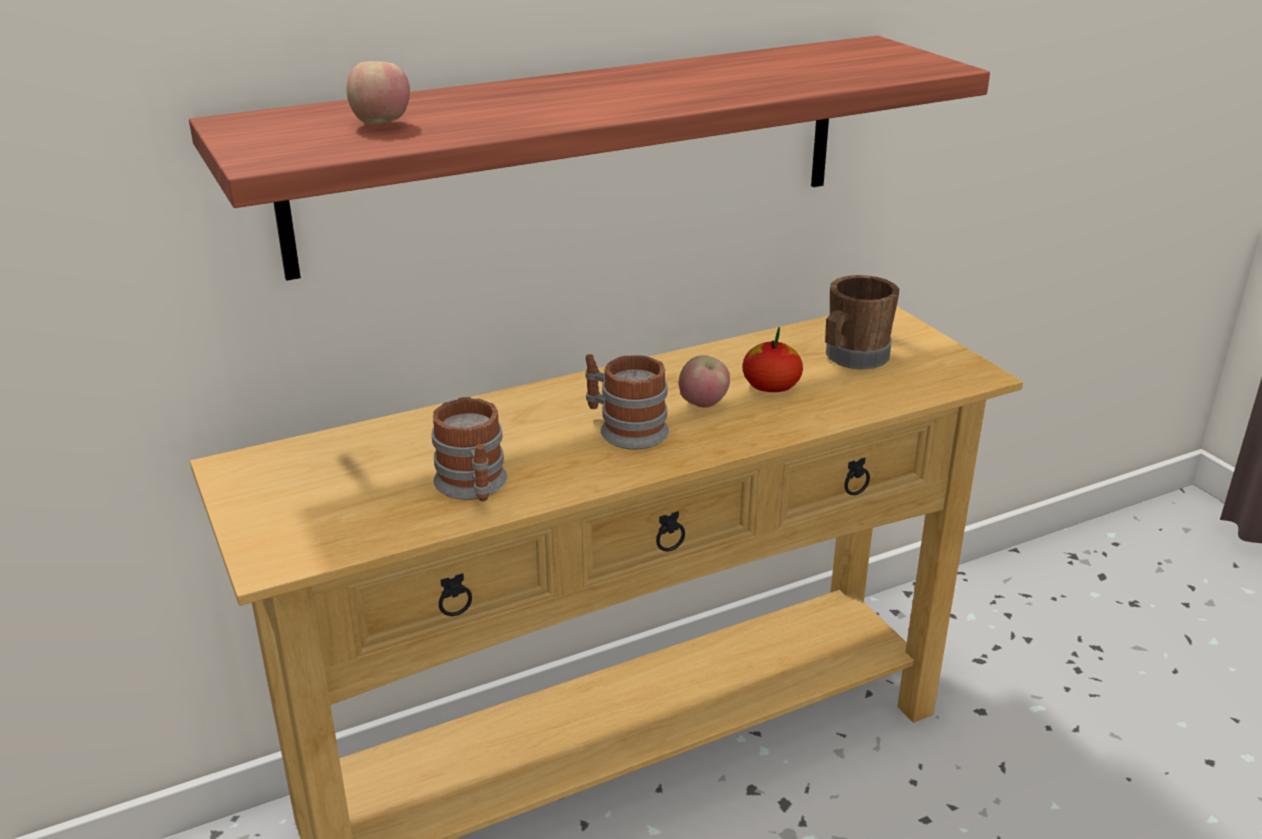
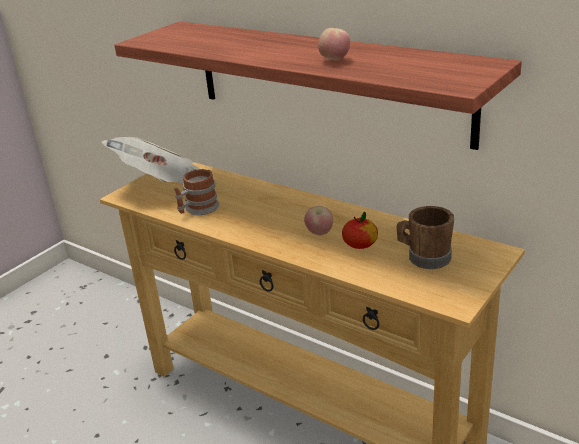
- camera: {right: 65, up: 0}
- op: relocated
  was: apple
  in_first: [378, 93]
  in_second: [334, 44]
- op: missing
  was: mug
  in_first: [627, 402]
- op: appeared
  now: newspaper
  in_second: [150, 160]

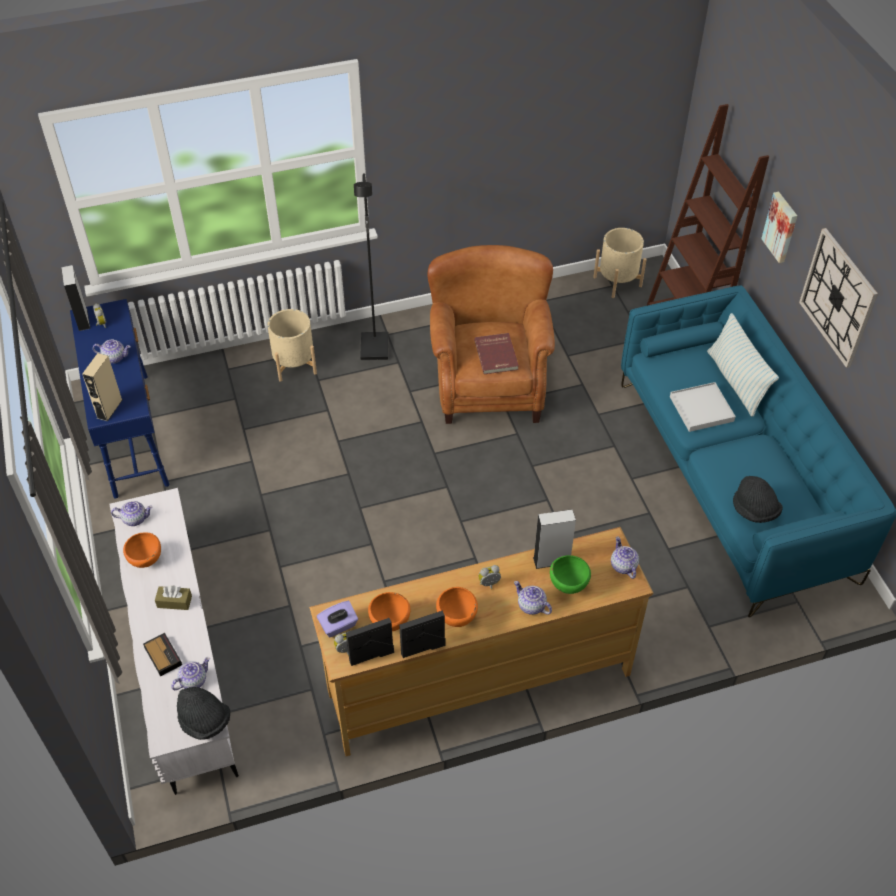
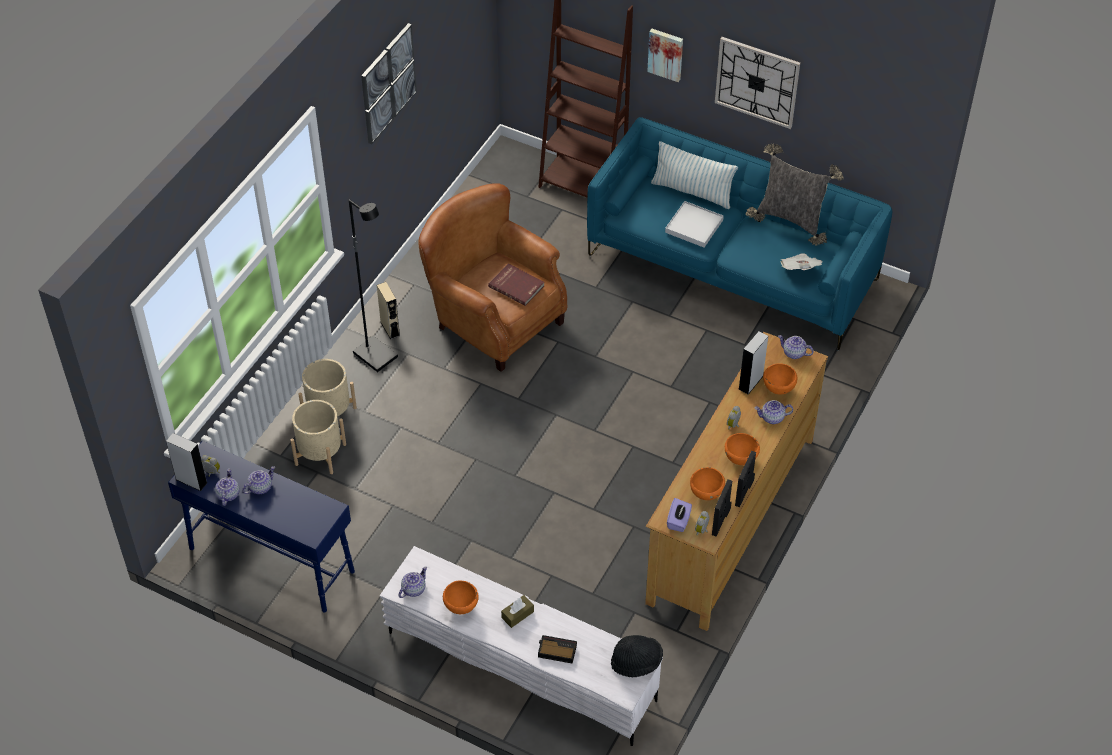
- camera: {right: -45, up: 0}
- op: relocated
  was: beige planter
  in_first: [620, 263]
  in_second: [318, 437]
- op: relocated
  was: beige speaker
  in_first: [102, 387]
  in_second: [388, 310]
- op: exchanged
  was: black hat
  now: newspaper
  in_first: [758, 499]
  in_second: [801, 261]
- op: colour
  was: green bowl
  now: orange bowl
  in_first: [570, 574]
  in_second: [780, 378]
- op: relocated
  was: teapot
  in_first: [190, 673]
  in_second: [227, 487]
- op: appeared
  now: picture
  in_second: [389, 83]
- op: appeared
  now: pillow
  in_second: [795, 194]

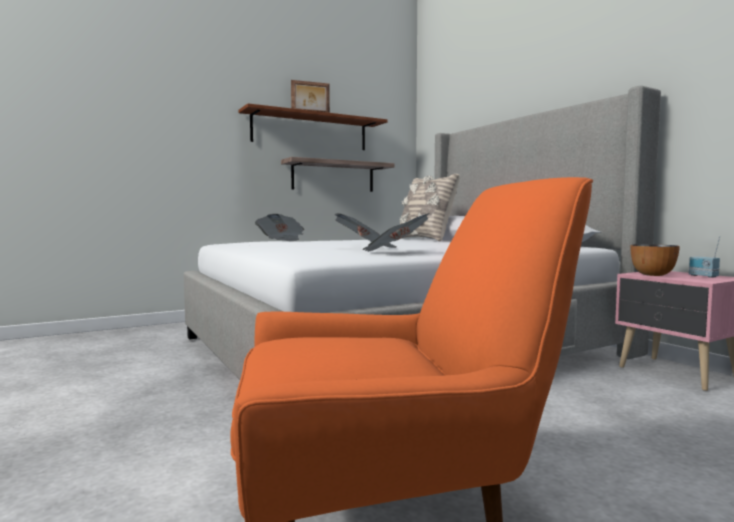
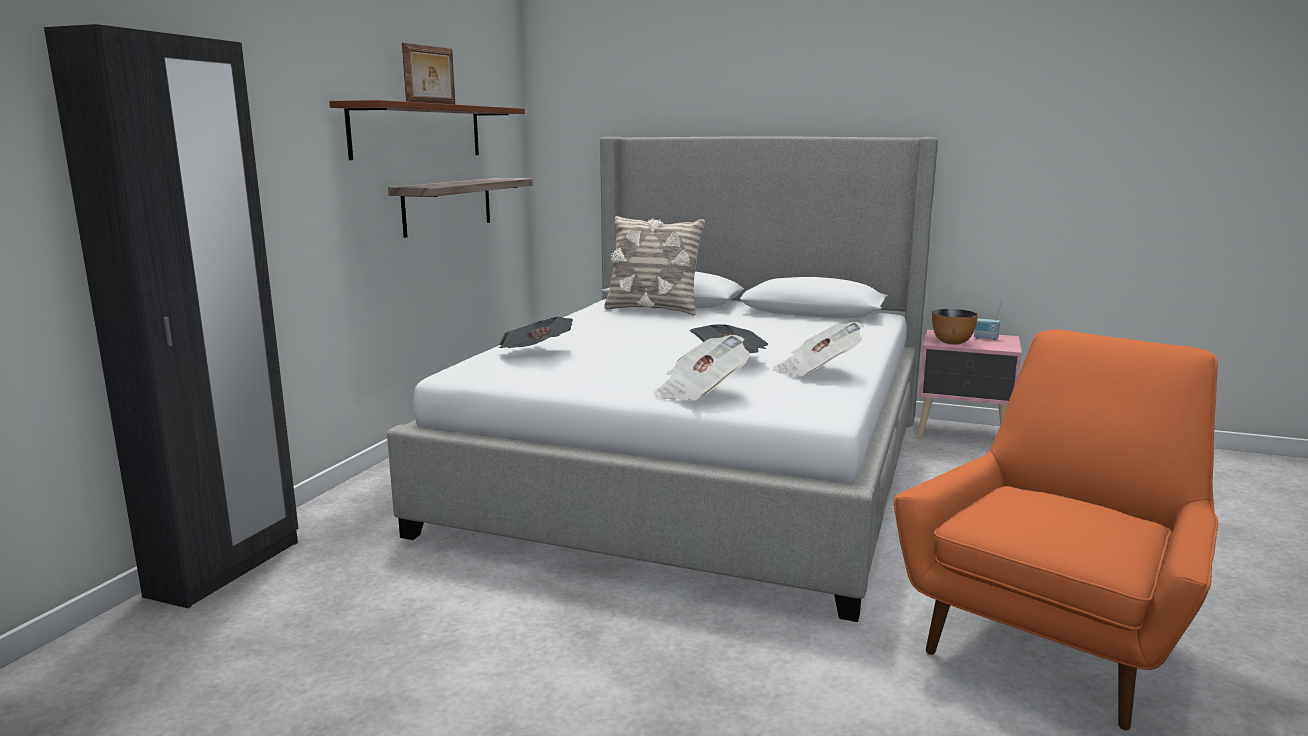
- camera: {right: -40, up: 10}
- op: appeared
  now: black wardrobe
  in_second: [171, 316]
- op: appeared
  now: newspaper
  in_second: [702, 368]

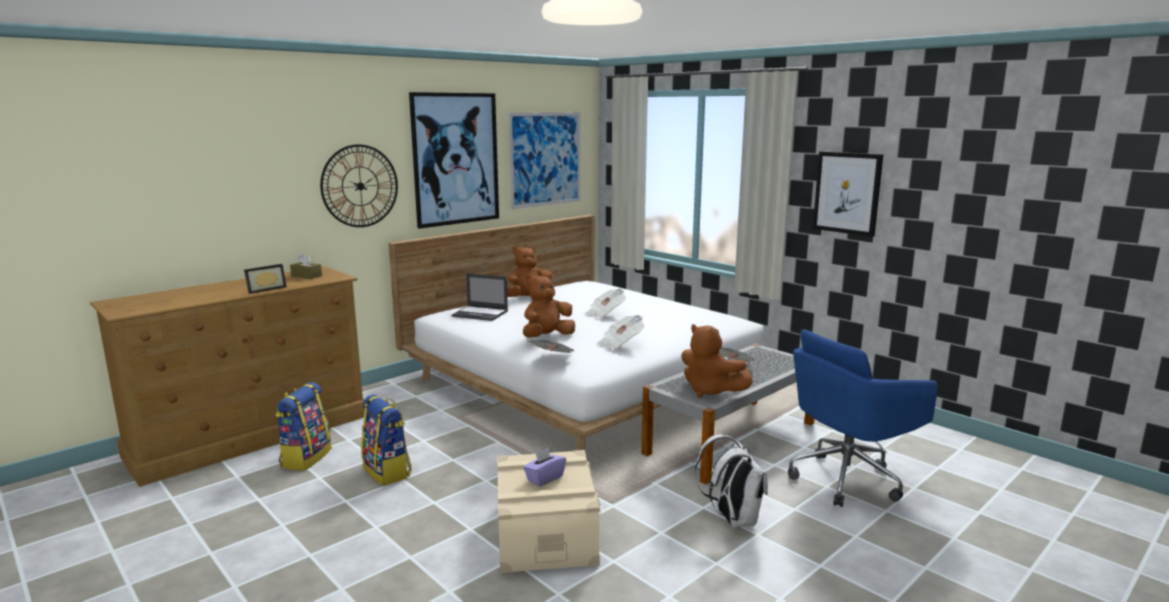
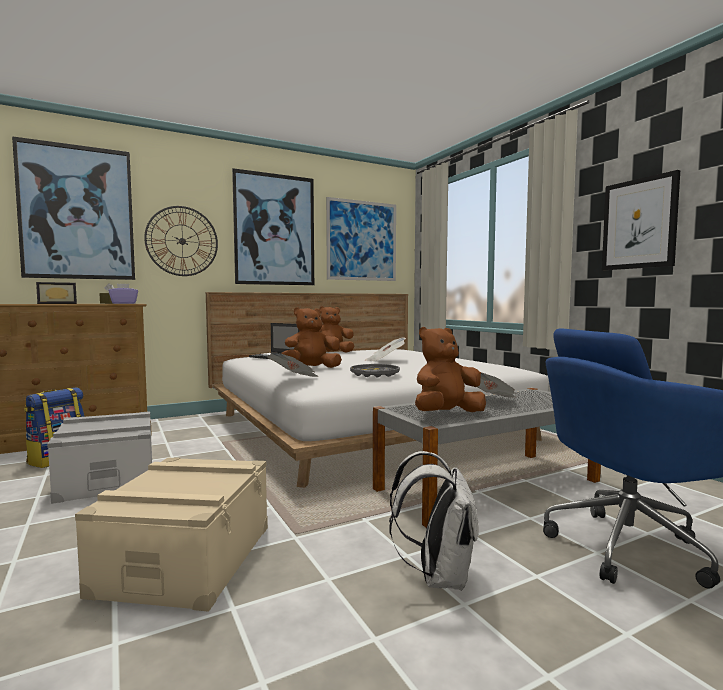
- camera: {right: 15, up: -10}
- op: exchanged
  was: newspaper
  now: grey tray
  in_first: [620, 332]
  in_second: [375, 370]
- op: spun
  was: brown plush toy
  in_first: [717, 361]
  in_second: [450, 369]
  clockwise: 90
- op: exchanged
  was: backpack
  now: grey storage box
  in_first: [386, 440]
  in_second: [99, 457]
- op: relocated
  was: purple tissue box
  in_first: [544, 466]
  in_second: [123, 294]
- op: appeared
  now: picture
  in_second: [73, 208]

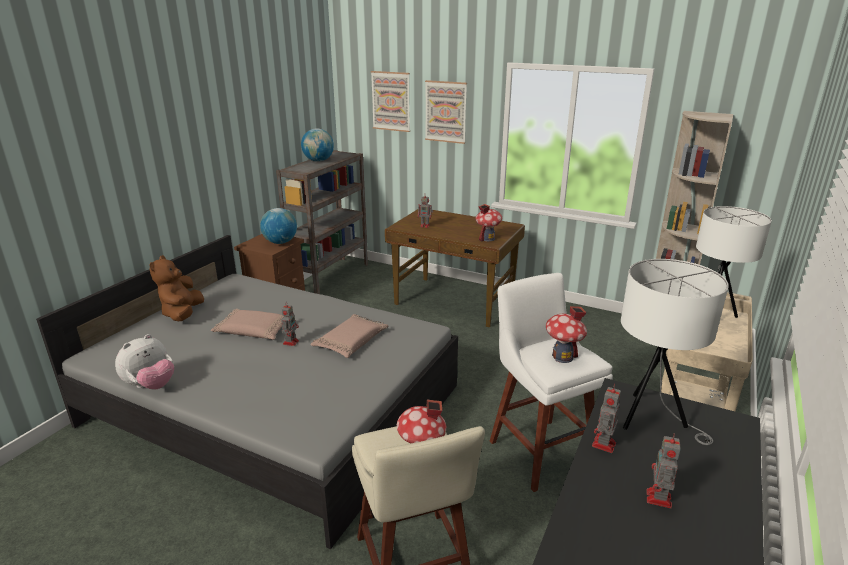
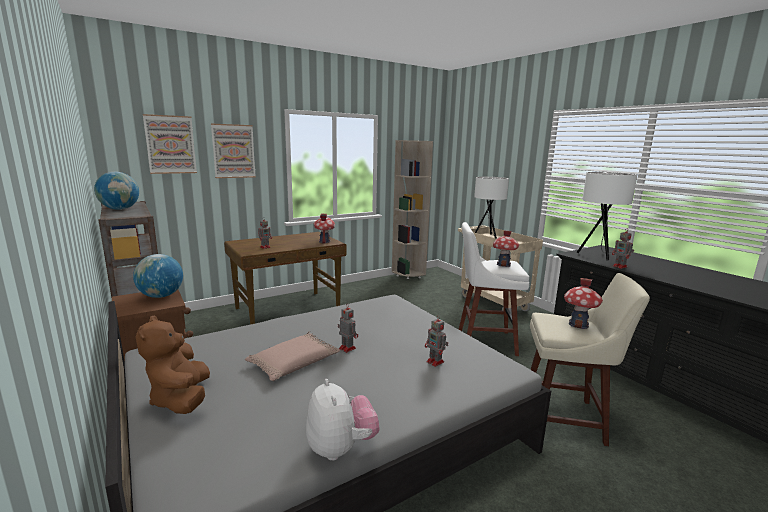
- camera: {right: -60, up: -10}
- op: spun
  was: brown plush toy
  in_first: [176, 288]
  in_second: [172, 364]
  clockwise: 45
- op: missing
  was: beige pillow
  in_first: [349, 336]
- op: relocated
  was: toy robot
  in_first: [664, 470]
  in_second: [436, 341]

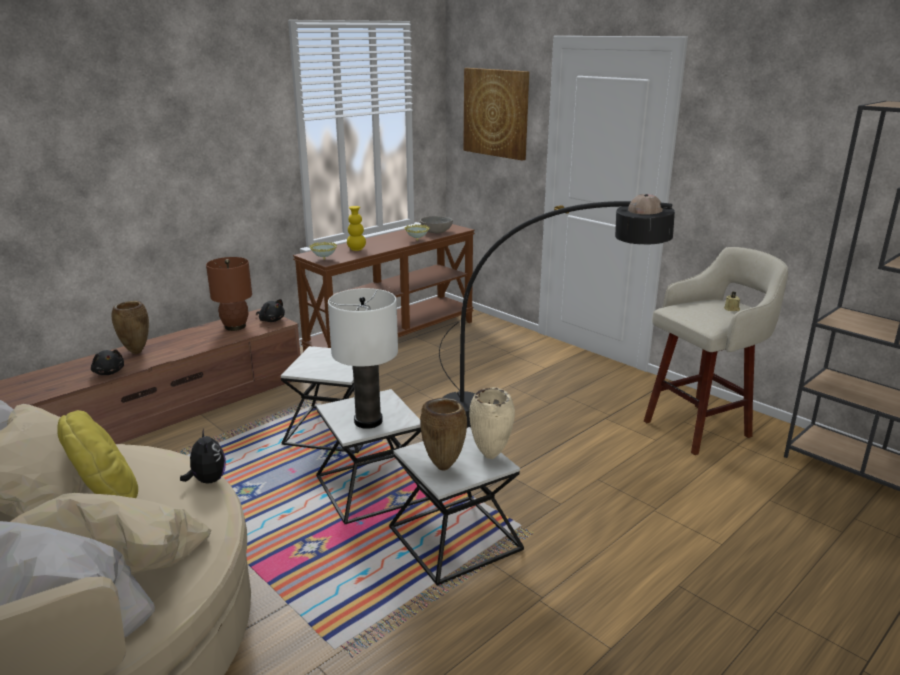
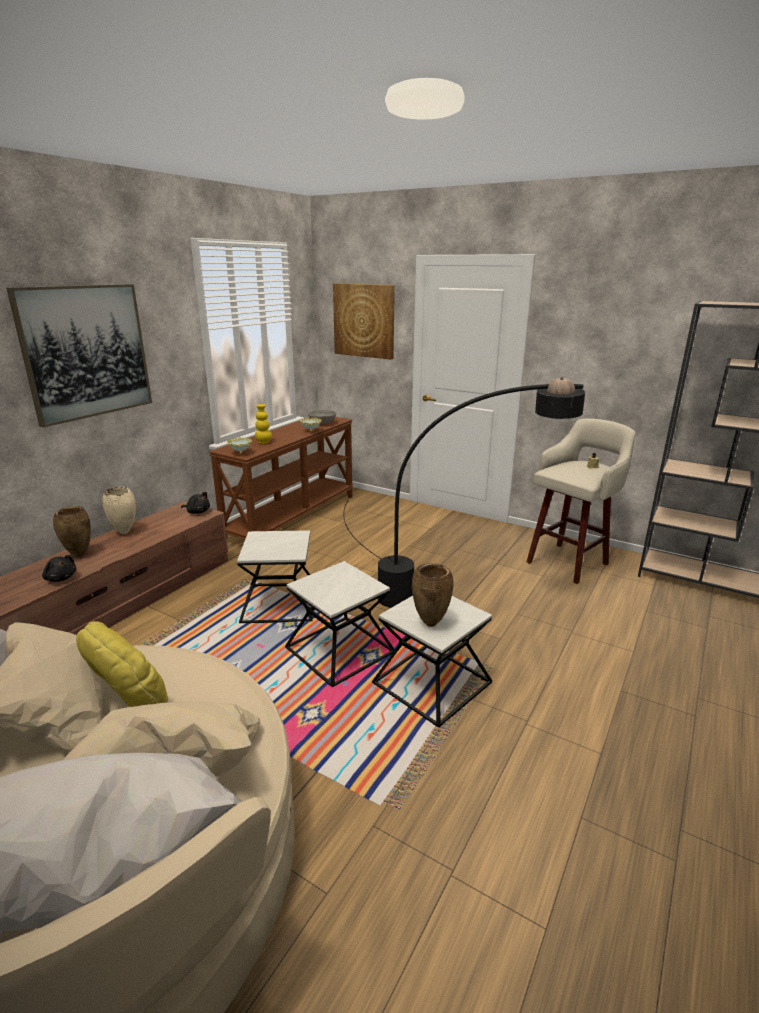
- camera: {right: -15, up: 0}
- op: missing
  was: brown table lamp
  in_first: [229, 294]
- op: missing
  was: white table lamp
  in_first: [363, 358]
- op: relocated
  was: beige vase
  in_first: [492, 423]
  in_second: [119, 510]
- op: missing
  was: plush toy
  in_first: [203, 455]
- op: appeared
  now: picture
  in_second: [79, 356]

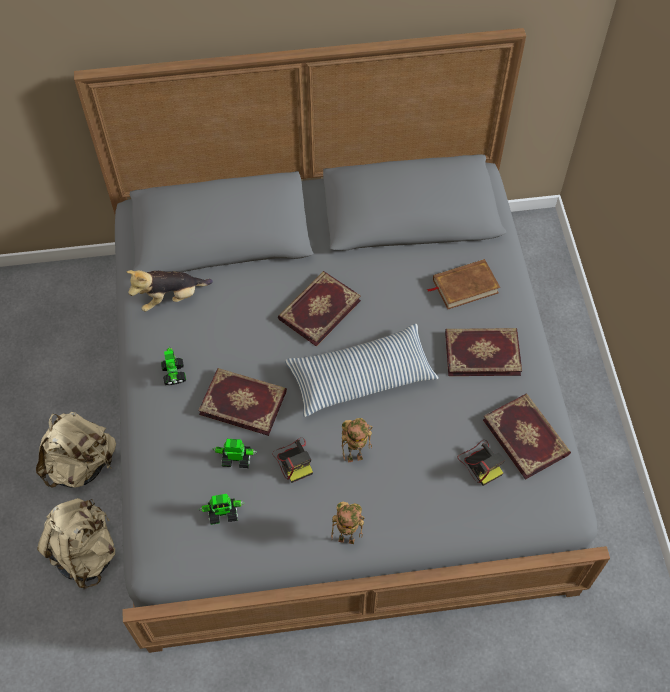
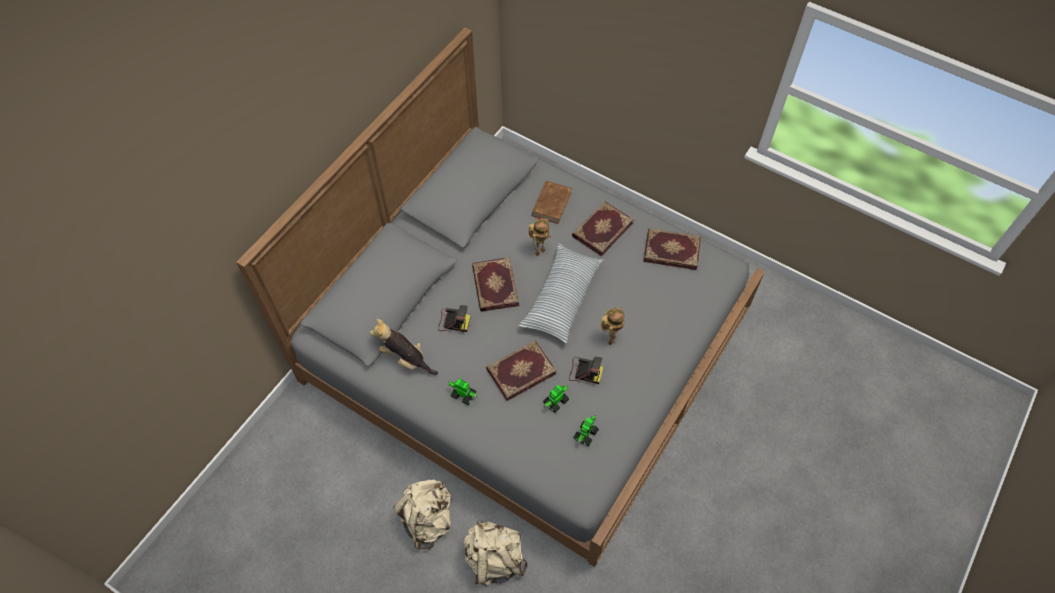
- camera: {right: -50, up: 0}
- op: spun
  was: plush toy
  in_first: [170, 291]
  in_second: [404, 347]
  clockwise: 105
- op: relocated
  was: photo camera
  in_first: [481, 463]
  in_second: [454, 319]
- op: relocated
  was: toy robot
  in_first: [348, 523]
  in_second: [539, 237]

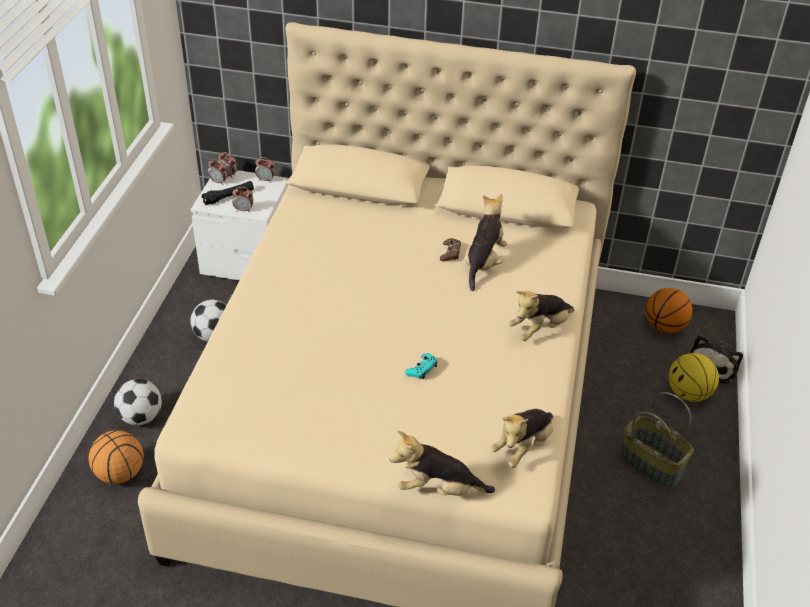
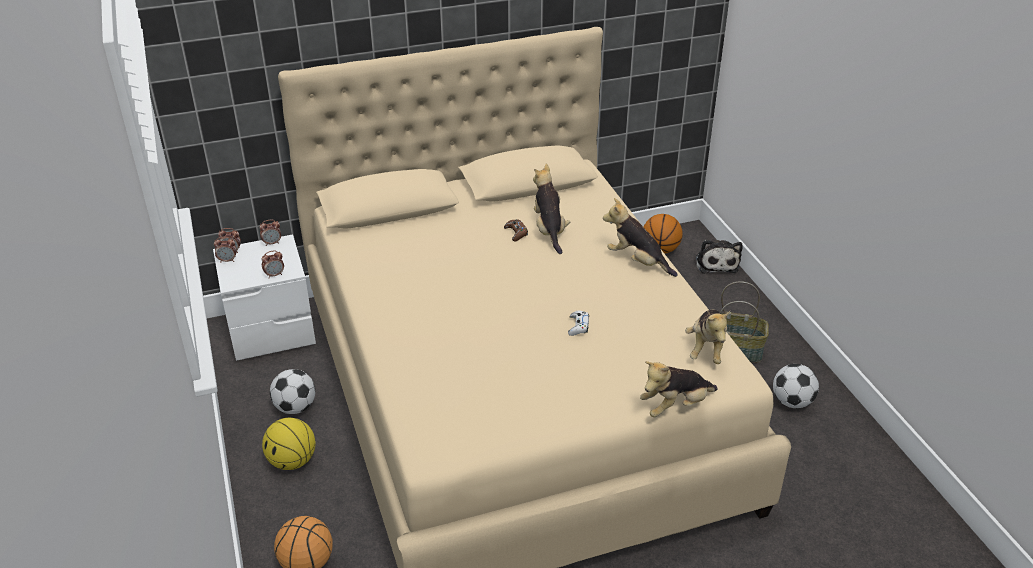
- camera: {right: -30, up: -5}
- op: missing
  was: black flashlight
  in_first: [227, 193]
- op: spun
  was: plush toy
  in_first: [541, 316]
  in_second: [640, 237]
  clockwise: 105
- op: colour
  was: turquoise game controller
  now: white game controller
  in_first: [421, 366]
  in_second: [578, 323]
- op: relocated
  was: basketball
  in_first: [694, 377]
  in_second: [288, 444]
- op: relocated
  was: football
  in_first: [138, 402]
  in_second: [796, 386]

